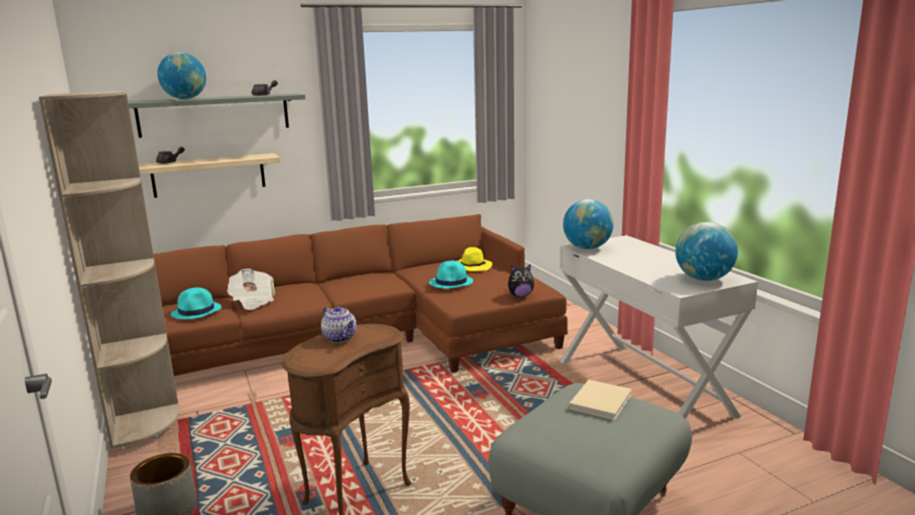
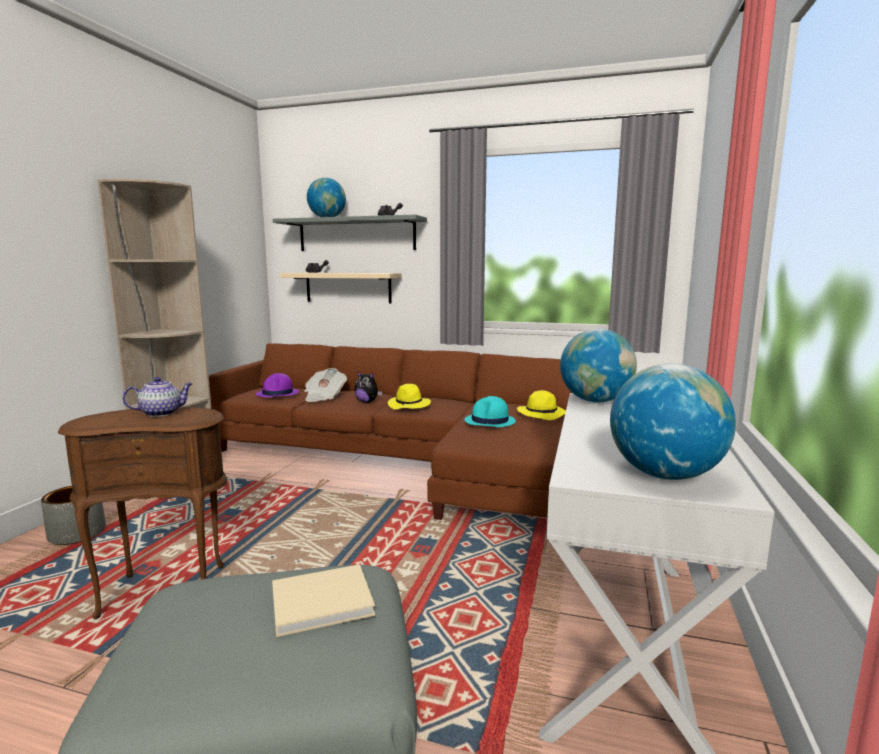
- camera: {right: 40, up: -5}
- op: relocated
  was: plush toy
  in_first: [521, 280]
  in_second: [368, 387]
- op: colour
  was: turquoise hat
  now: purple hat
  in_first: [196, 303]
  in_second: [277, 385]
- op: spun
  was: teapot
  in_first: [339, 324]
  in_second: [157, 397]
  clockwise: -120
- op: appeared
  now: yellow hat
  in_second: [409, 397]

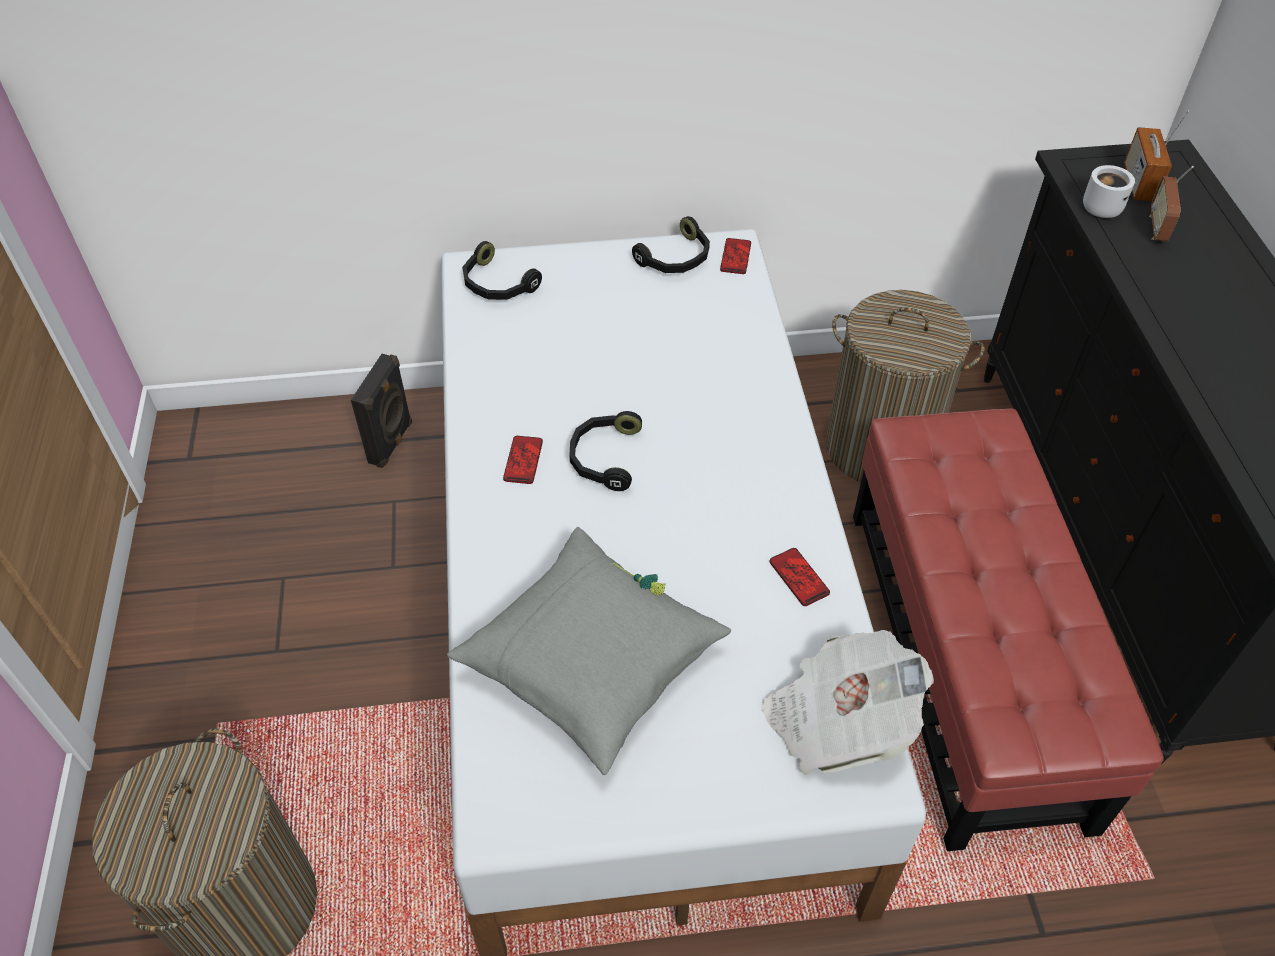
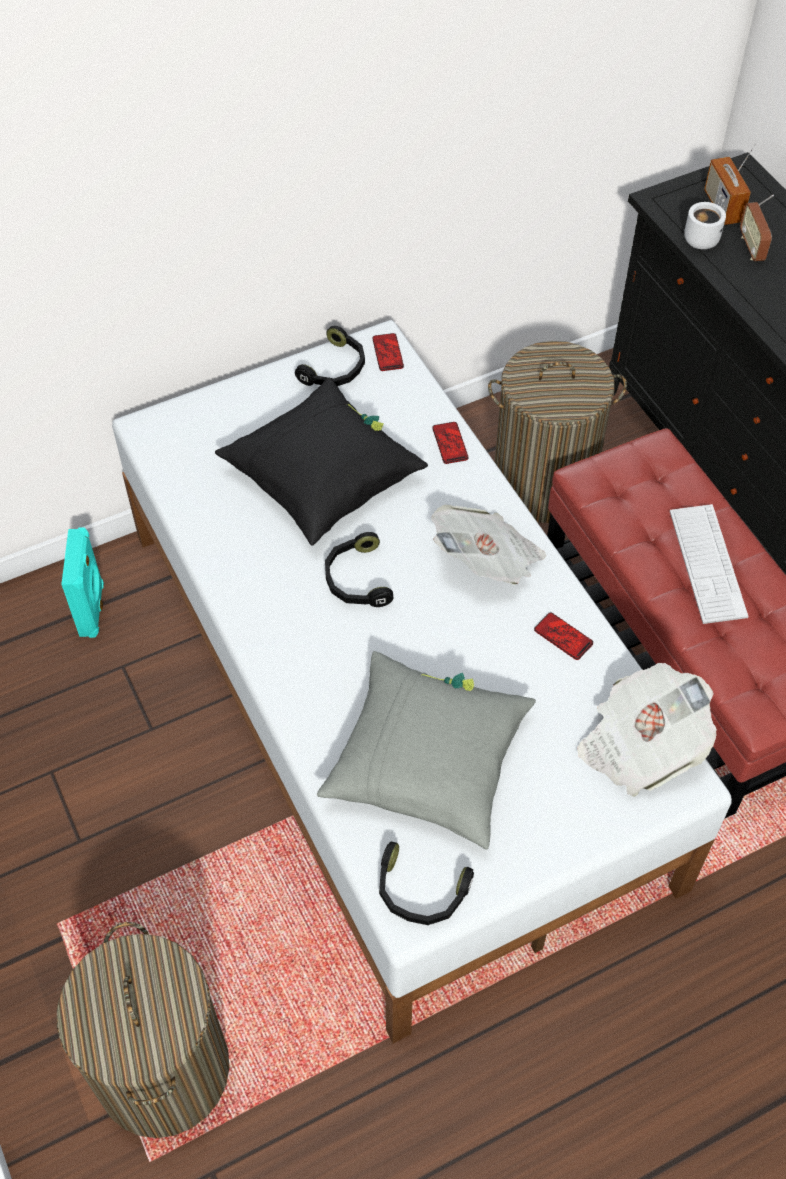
- camera: {right: -20, up: 5}
- op: relocated
  was: black headphones
  in_first: [502, 270]
  in_second: [426, 883]
- op: colour
  was: black speaker
  now: turquoise speaker
  in_first: [381, 411]
  in_second: [82, 582]
- op: relocated
  was: phone
  in_first: [523, 460]
  in_second: [450, 443]
- op: appeared
  now: black pillow
  in_second: [321, 461]
- op: appeared
  now: keyboard
  in_second: [709, 564]
- op: appeared
  now: newspaper
  in_second: [488, 545]

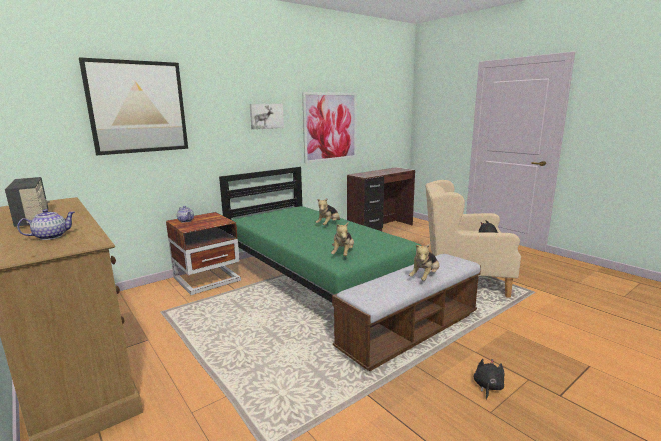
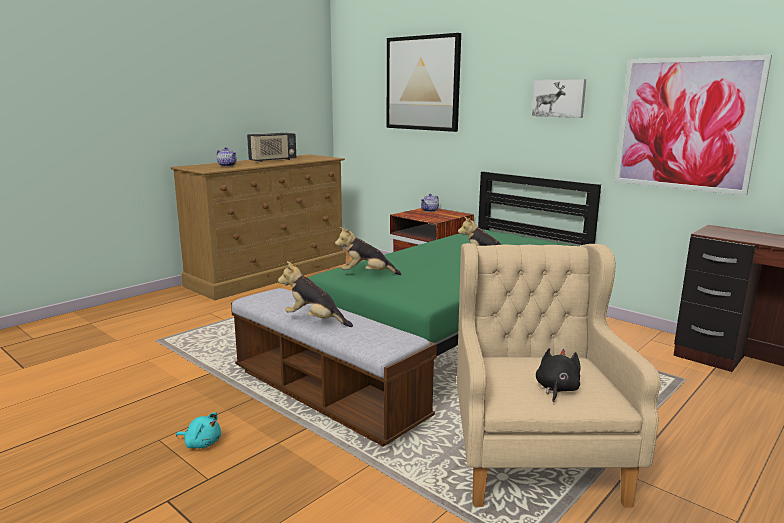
- camera: {right: 80, up: 0}
- op: colour
  was: black plush toy
  now: turquoise plush toy
  in_first: [489, 379]
  in_second: [198, 430]

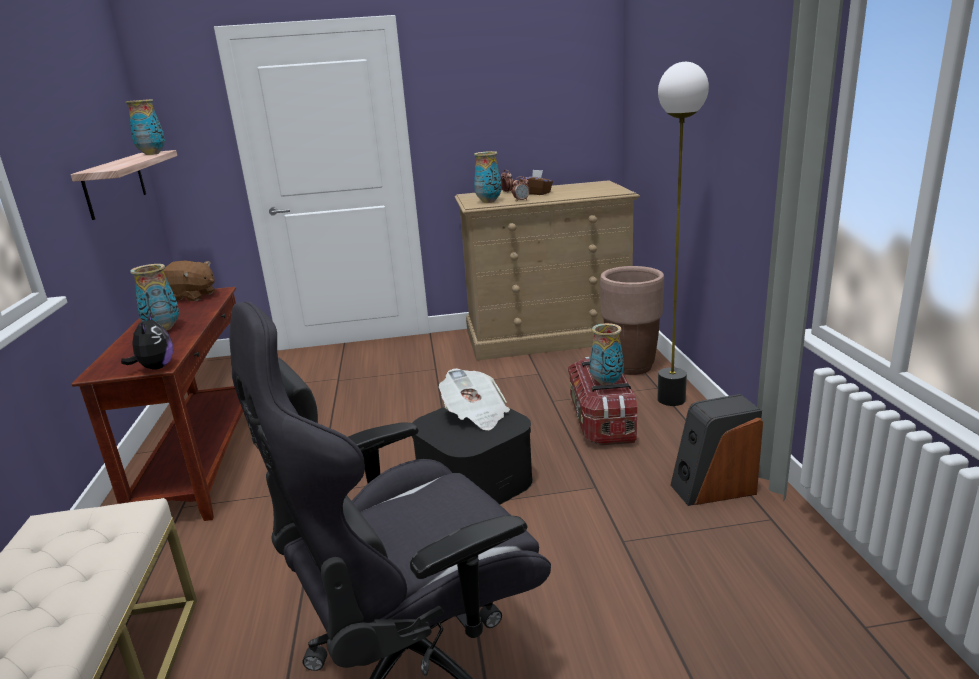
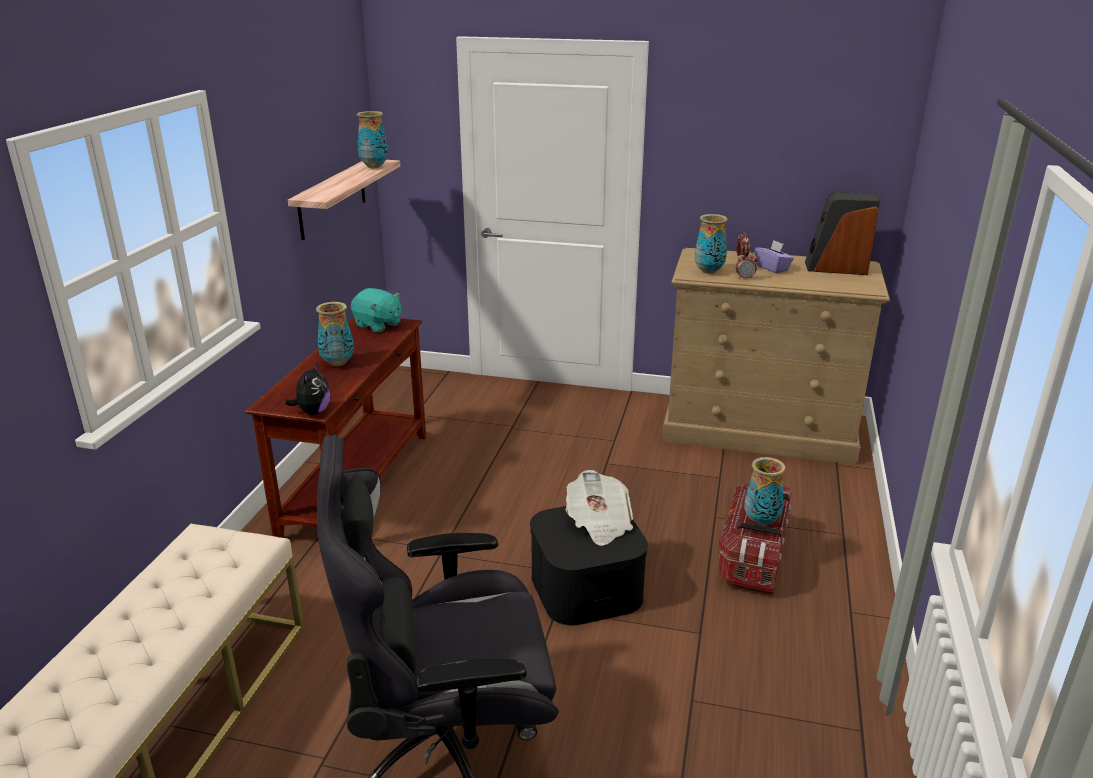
- camera: {right: 20, up: 5}
- op: missing
  was: floor lamp
  in_first: [683, 234]
- op: colour
  was: brown tissue box
  now: purple tissue box
  in_first: [536, 182]
  in_second: [774, 256]
- op: colour
  was: brown plush toy
  now: turquoise plush toy
  in_first: [189, 281]
  in_second: [376, 310]
- op: missing
  was: brown planter
  in_first: [632, 320]
- op: relocated
  was: speaker
  in_first: [716, 450]
  in_second: [842, 233]

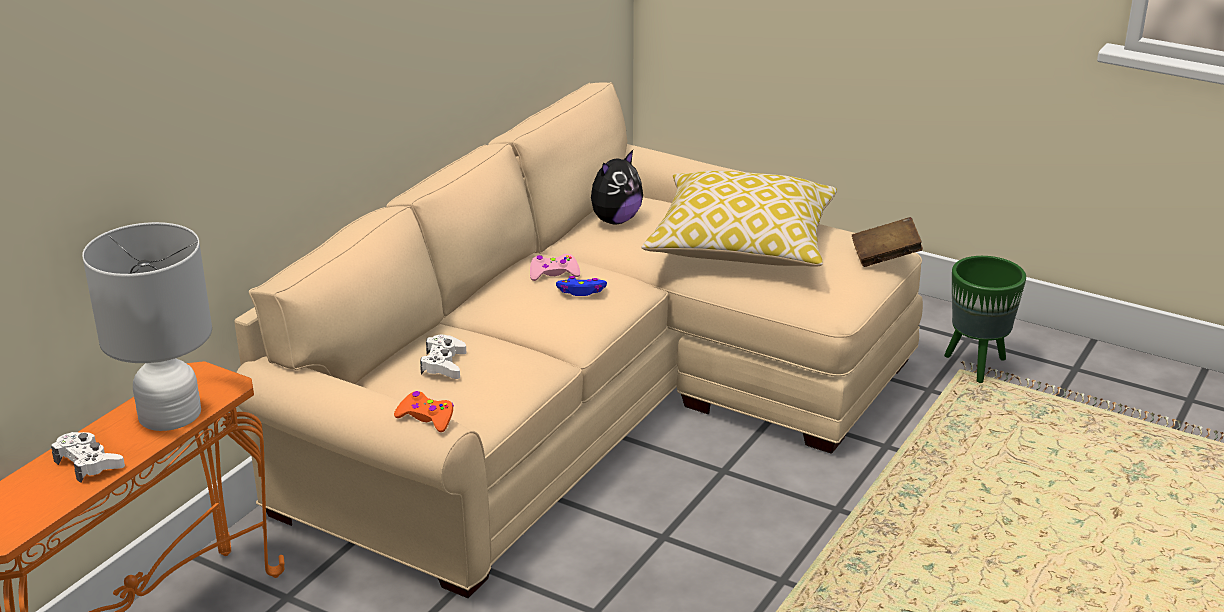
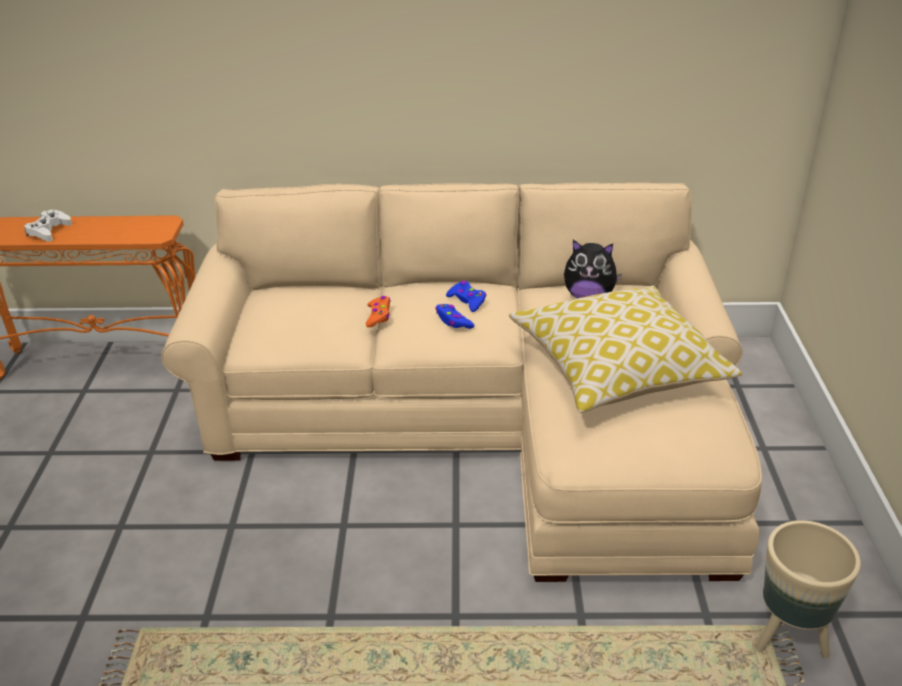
- camera: {right: 60, up: 5}
- op: missing
  was: brown book
  in_first: [887, 242]
- op: missing
  was: grey table lamp
  in_first: [147, 326]
- op: colour
  was: pink game controller
  now: blue game controller
  in_first: [555, 267]
  in_second: [466, 296]
- op: colour
  was: green planter
  now: beige planter
  in_first: [985, 319]
  in_second: [808, 589]
- op: missing
  was: white game controller
  in_first: [443, 357]
- op: relocated
  was: orange game controller
  in_first: [424, 411]
  in_second: [378, 311]

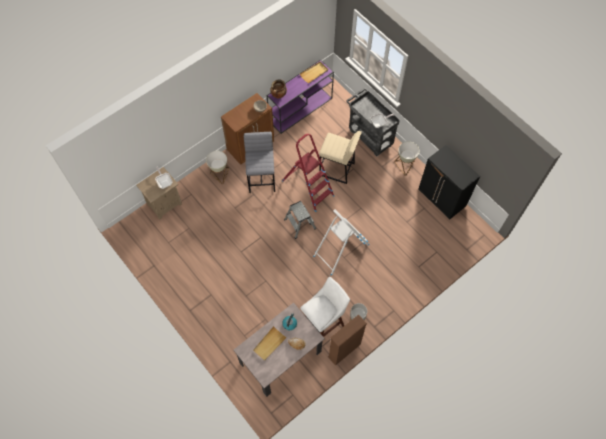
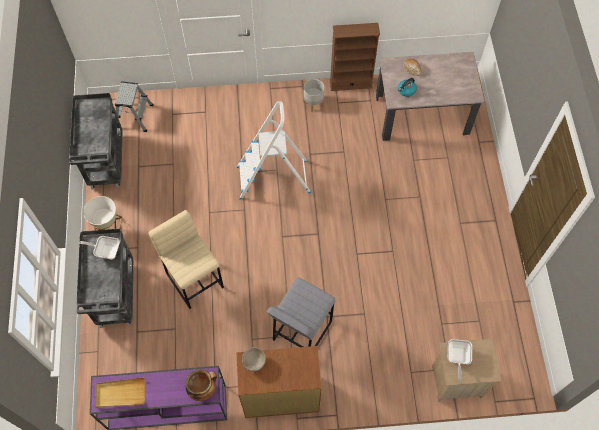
- camera: {right: -145, up: 0}
- op: missing
  was: red step ladder
  in_first: [308, 173]
- op: exchanged
  was: black cabinet
  now: black cart
  in_first: [449, 182]
  in_second: [95, 141]
- op: missing
  was: planter
  in_first: [217, 167]
- op: relocated
  was: grey step ladder
  in_first: [300, 220]
  in_second: [134, 106]
- op: missing
  was: white stool
  in_first: [325, 309]
- op: missing
  was: beige tray
  in_first: [270, 343]

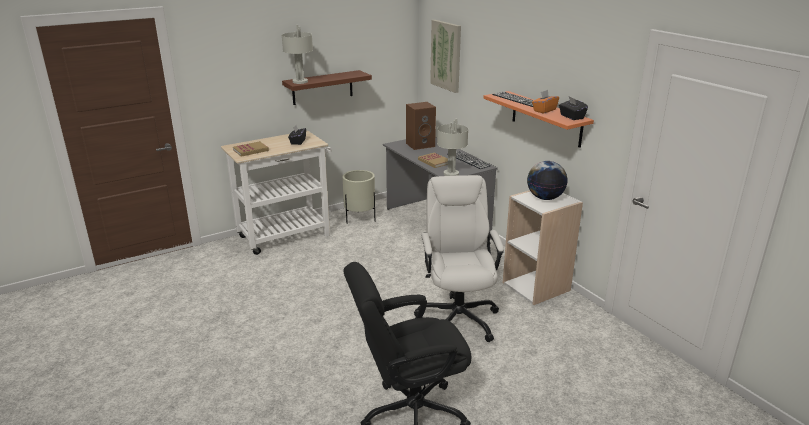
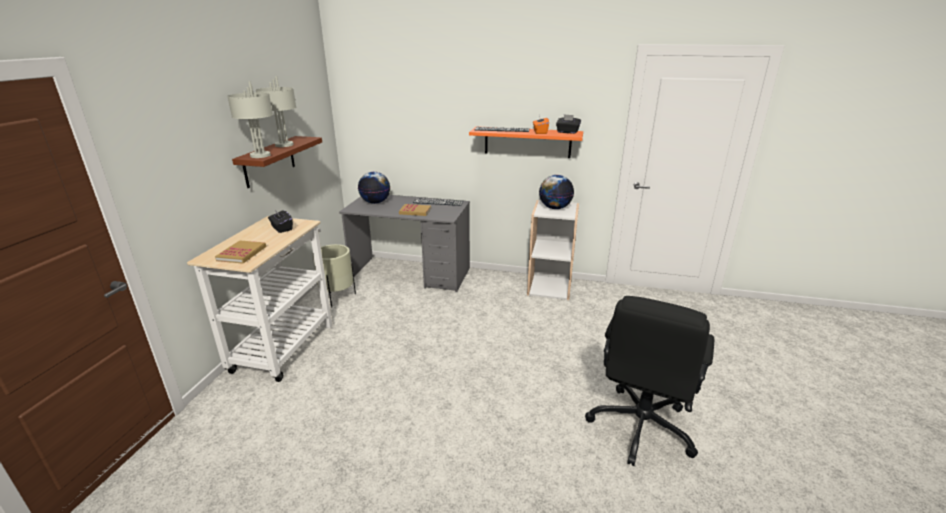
- camera: {right: -45, up: 0}
- op: missing
  was: picture
  in_first: [445, 56]
- op: exchanged
  was: brown speaker
  now: globe
  in_first: [421, 126]
  in_second: [374, 188]
- op: relocated
  was: grey table lamp
  in_first: [452, 147]
  in_second: [276, 111]
- op: missing
  was: white office chair
  in_first: [459, 258]

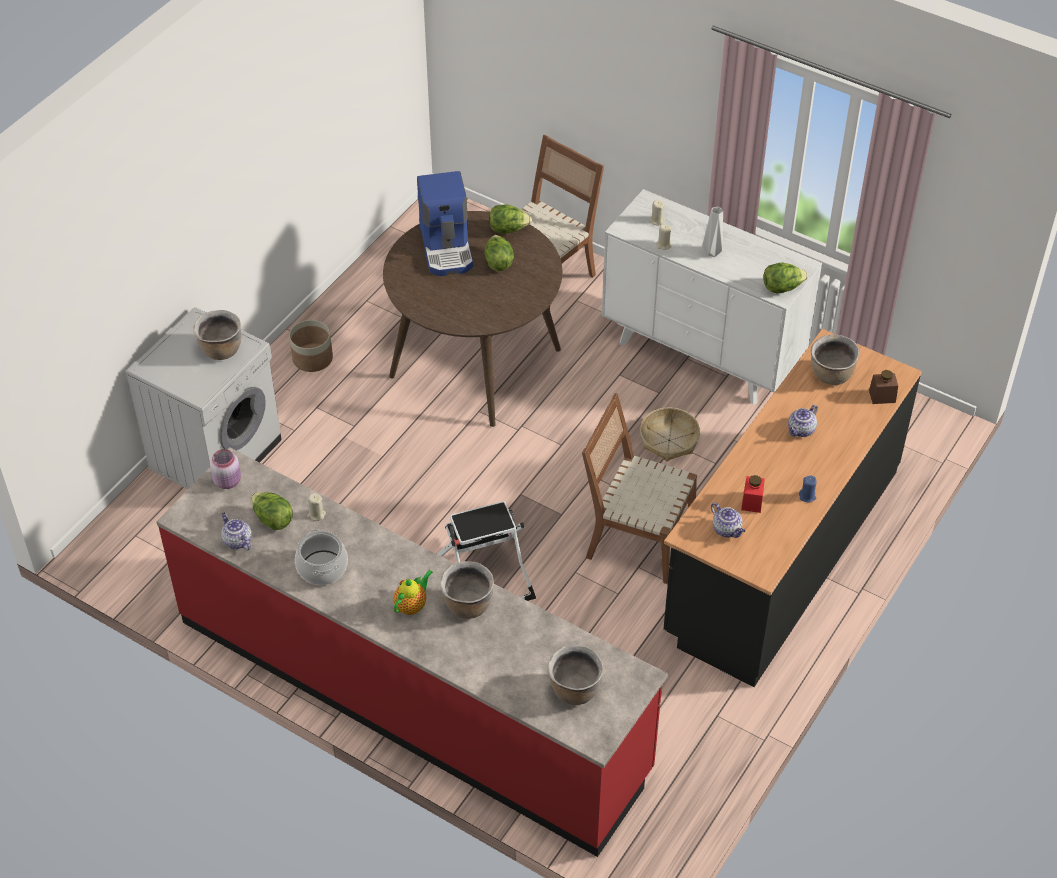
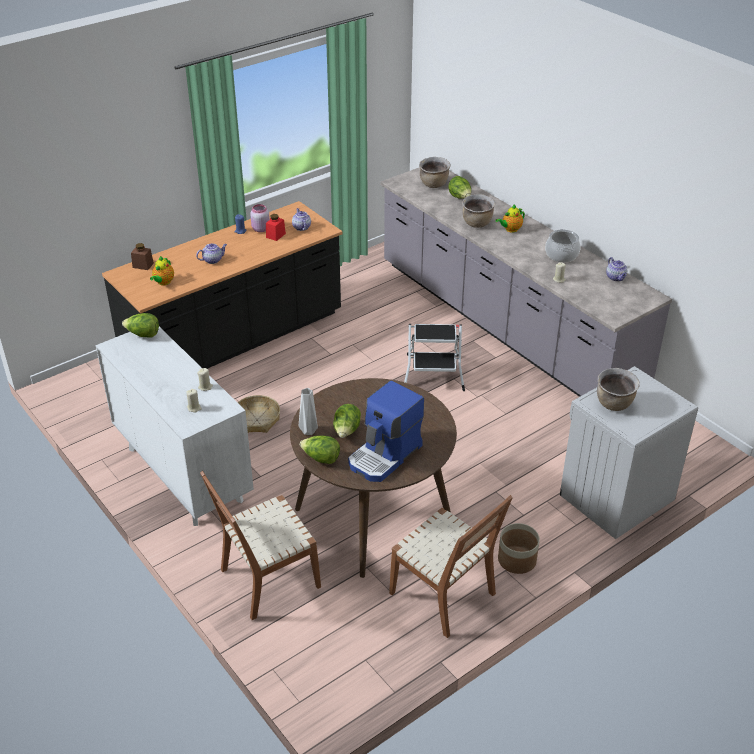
- camera: {right: -160, up: -10}
- op: spun
  was: coffee machine
  in_first: [445, 223]
  in_second: [386, 431]
  clockwise: -150
- op: relocated
  was: grey vase
  in_first: [712, 232]
  in_second: [308, 411]
- op: exchanged
  was: brown cooking pot
  now: teapot
  in_first: [835, 360]
  in_second: [162, 271]
- op: relocated
  was: chair
  in_first: [639, 488]
  in_second: [451, 566]
- op: colour
  was: red counter
  now: grey counter
  in_first: [412, 652]
  in_second: [526, 282]
- op: relocated
  was: pink jar
  in_first: [225, 469]
  in_second: [260, 218]
- op: relocated
  was: lettuce
  in_first: [272, 511]
  in_second: [459, 187]

